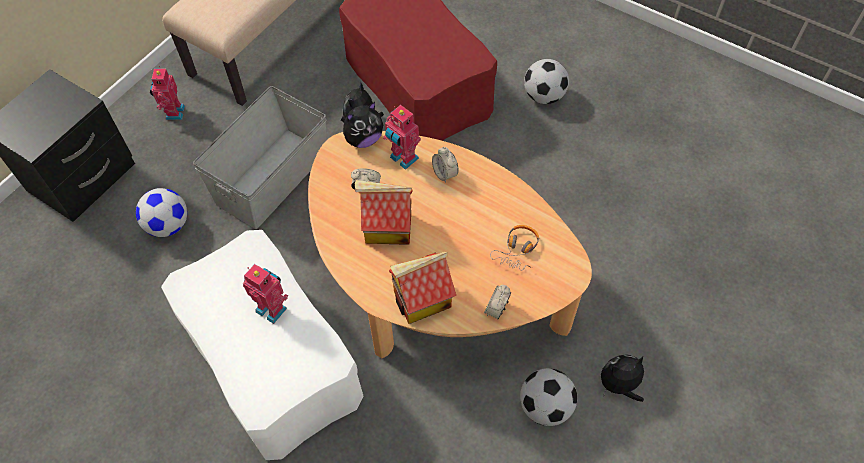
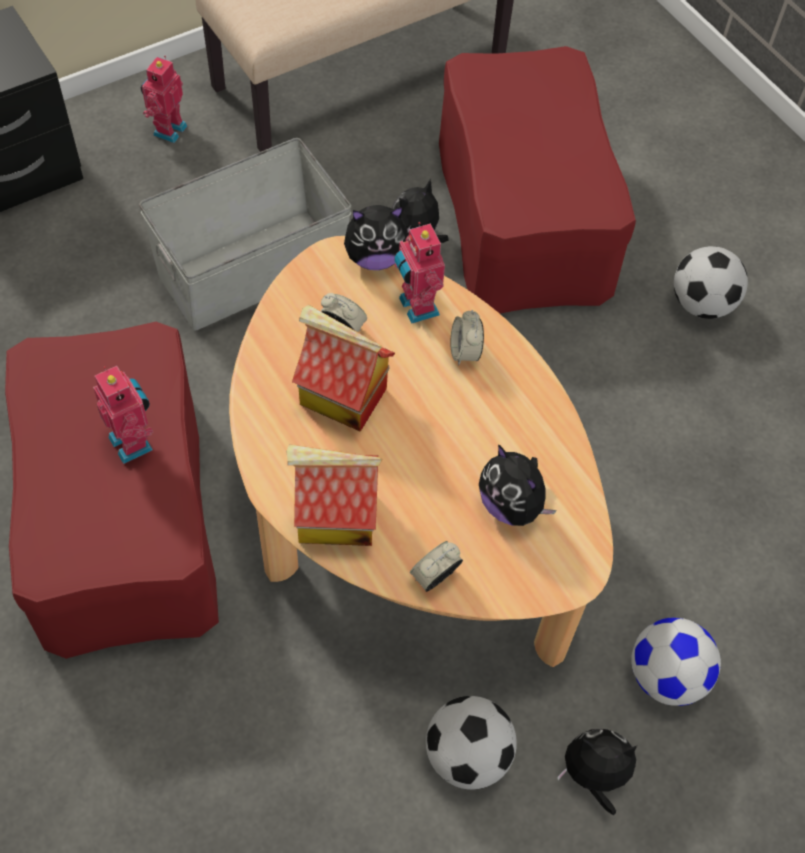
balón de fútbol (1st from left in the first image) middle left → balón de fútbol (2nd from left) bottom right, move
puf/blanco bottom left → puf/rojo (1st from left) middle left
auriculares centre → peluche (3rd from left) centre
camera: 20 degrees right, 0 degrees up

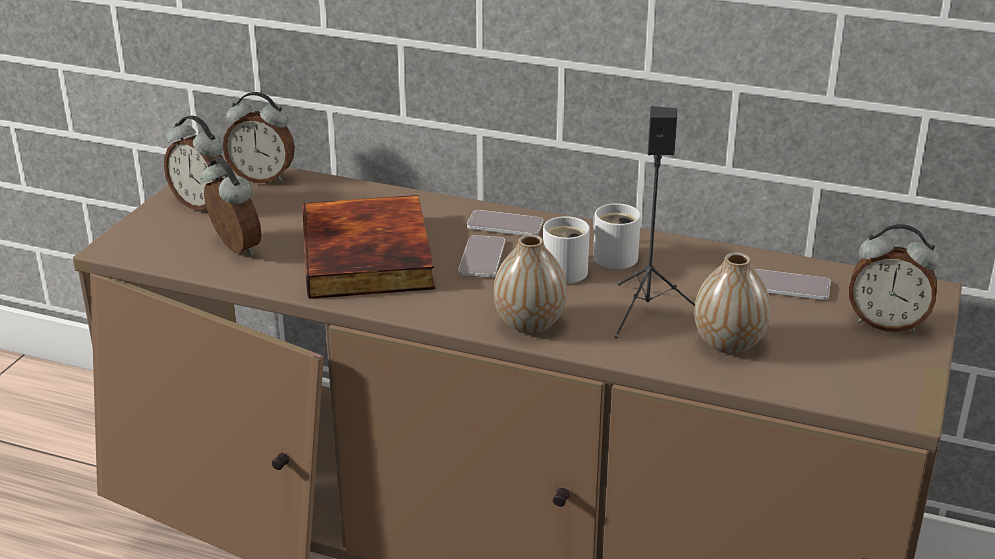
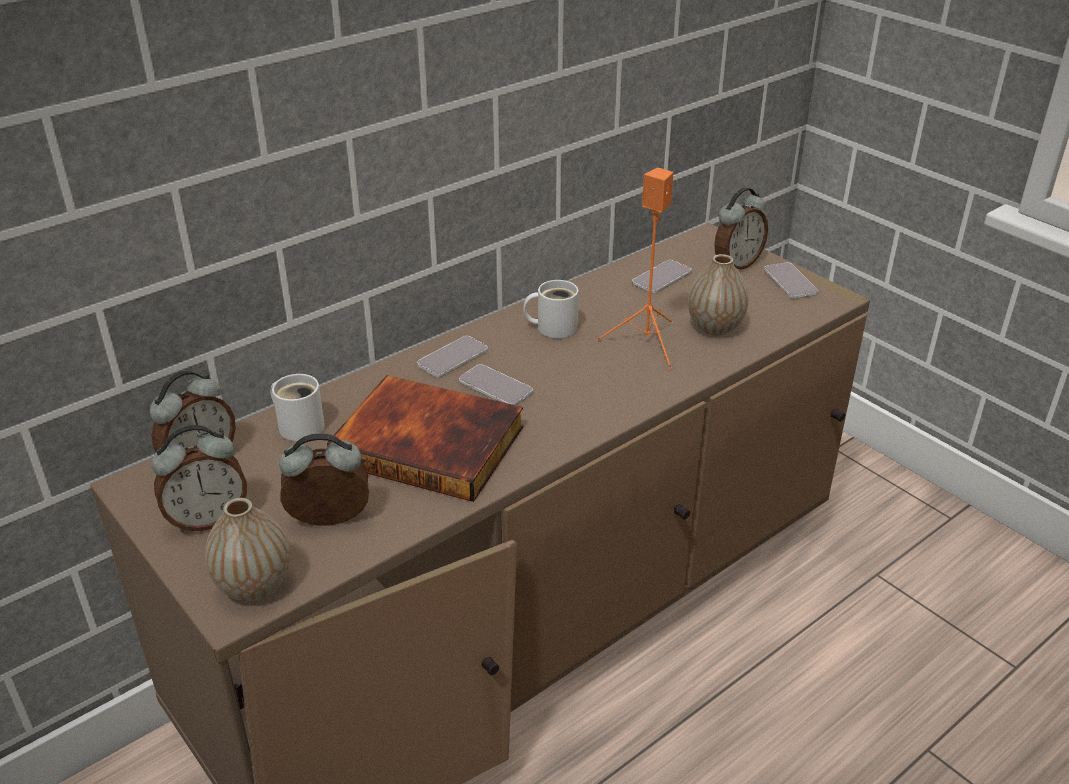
florero (1st from left) centre → florero (1st from left) bottom left, move
taza grande/blanco (1st from left) centre → taza grande/blanco (1st from left) middle left, move
altavoz/negro centre → altavoz/naranja centre
- → móvil (4th from left) middle right
camera: 60 degrees left, 5 degrees up

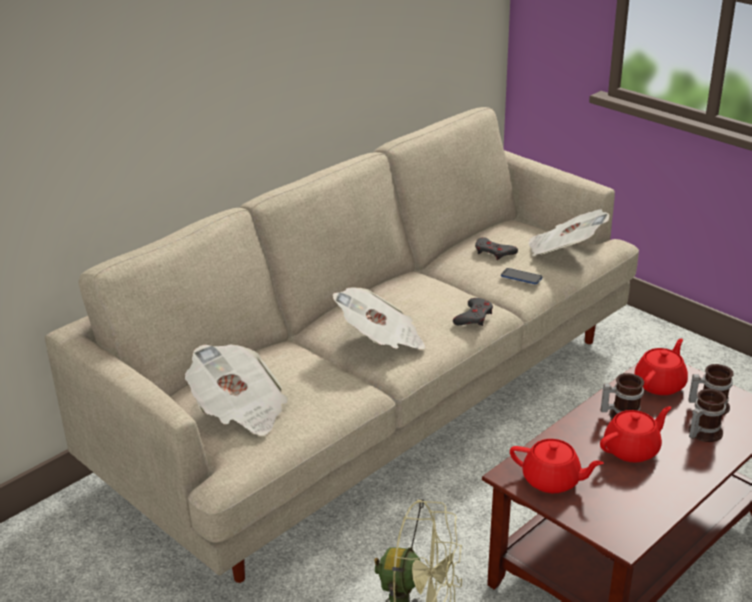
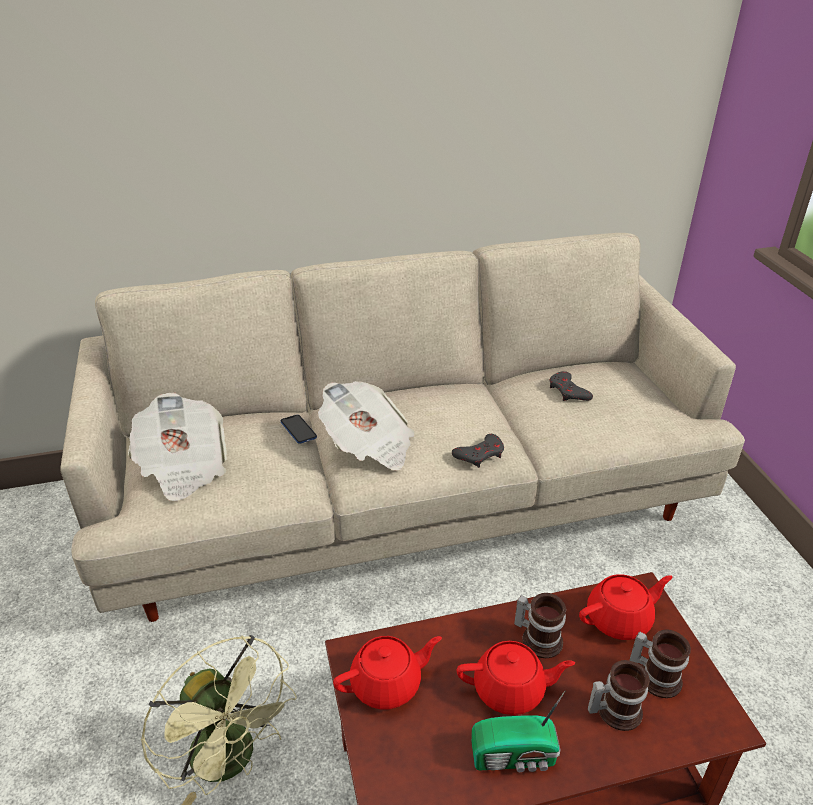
móvil middle right → móvil centre, move
tetera/rojo (1st from left) bottom right → tetera/rojo (1st from left) bottom centre, 75 degrees counterclockwise
periódico (3rd from left) middle right → -
- → radio bottom centre
camera: 30 degrees right, 5 degrees up

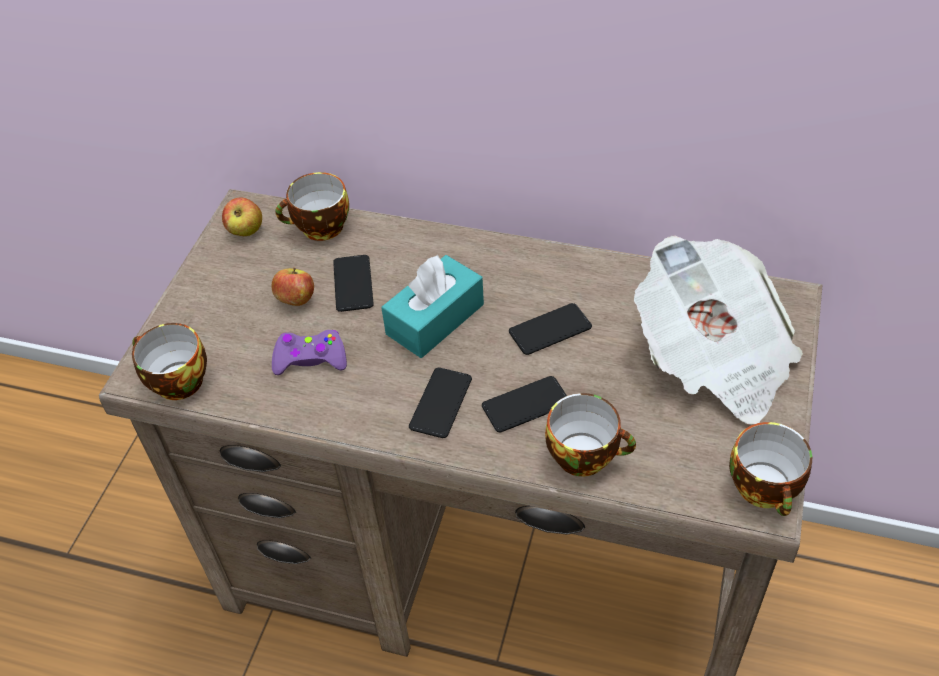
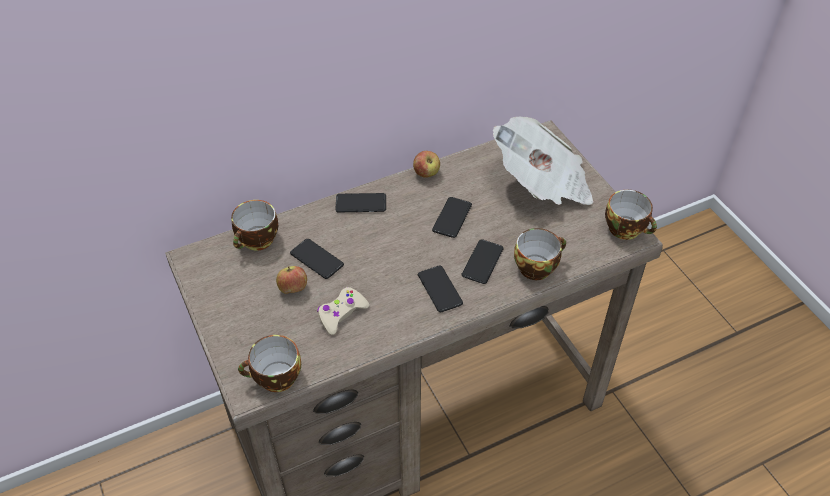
manzana (1st from left in the first image) top left → manzana (2nd from left) top centre, move
mando de consola/morado middle left → mando de consola/beis centre
caja de pañuelos/turquesa centre → -
- → móvil (2nd from left) centre
camera: 45 degrees left, 0 degrees up

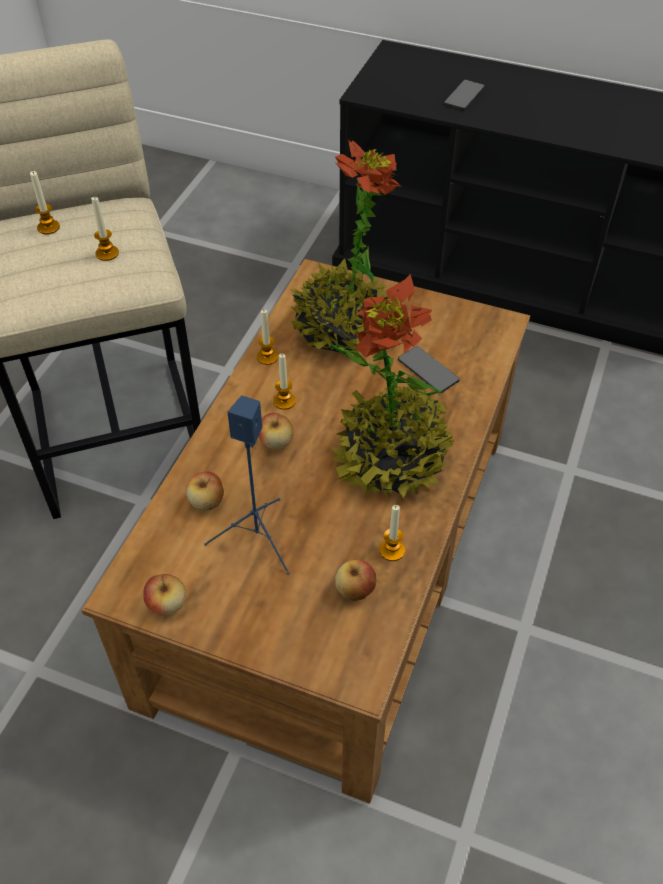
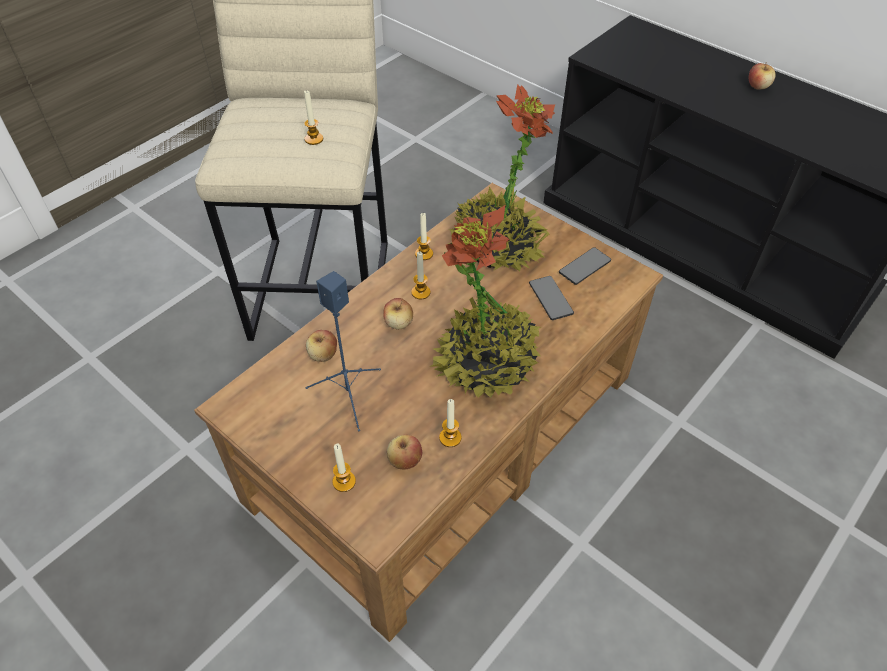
vela (1st from left in the first image) top left → vela (2nd from left) bottom centre, move
manzana (1st from left in the first image) bottom left → manzana (4th from left) top right, move
móvil (2nd from left) top right → móvil (2nd from left) centre, move
camera: 20 degrees right, 0 degrees up

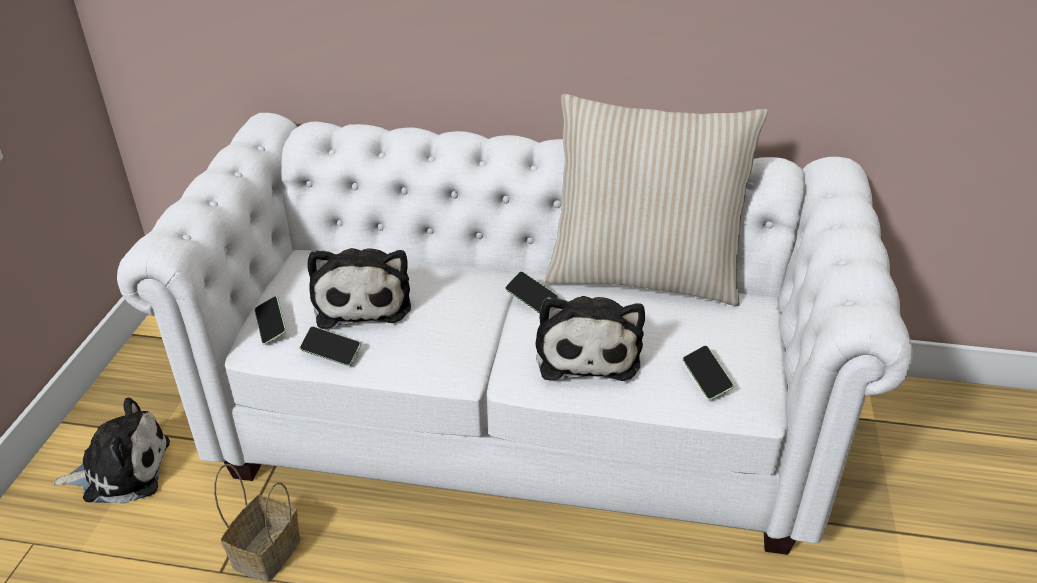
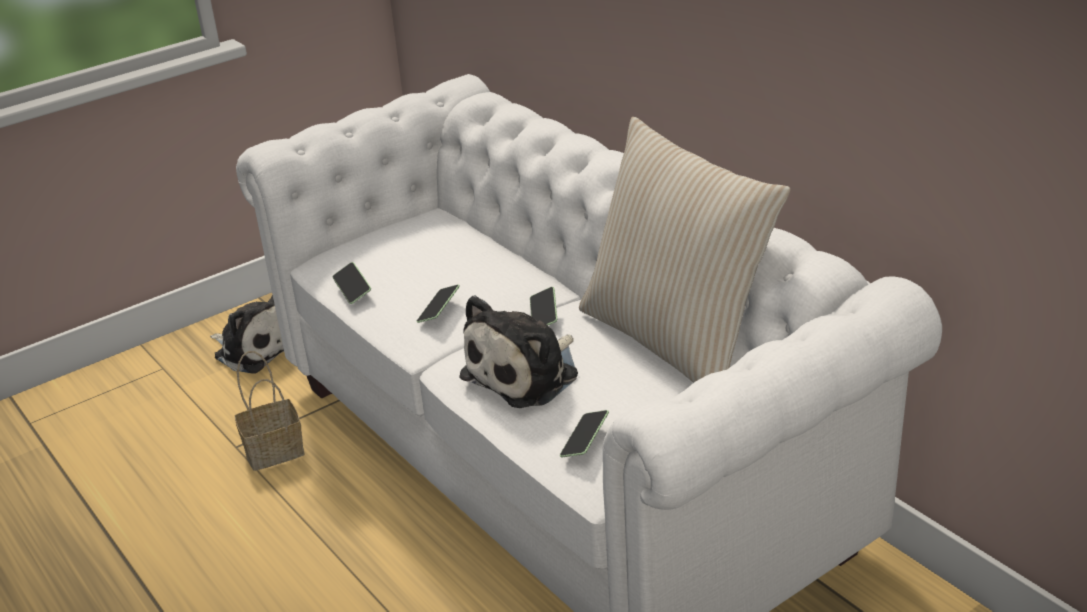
móvil (1st from left in the first image) middle left → móvil (2nd from left) centre, move
peluche (2nd from left) centre → -
camera: 45 degrees right, 5 degrees down

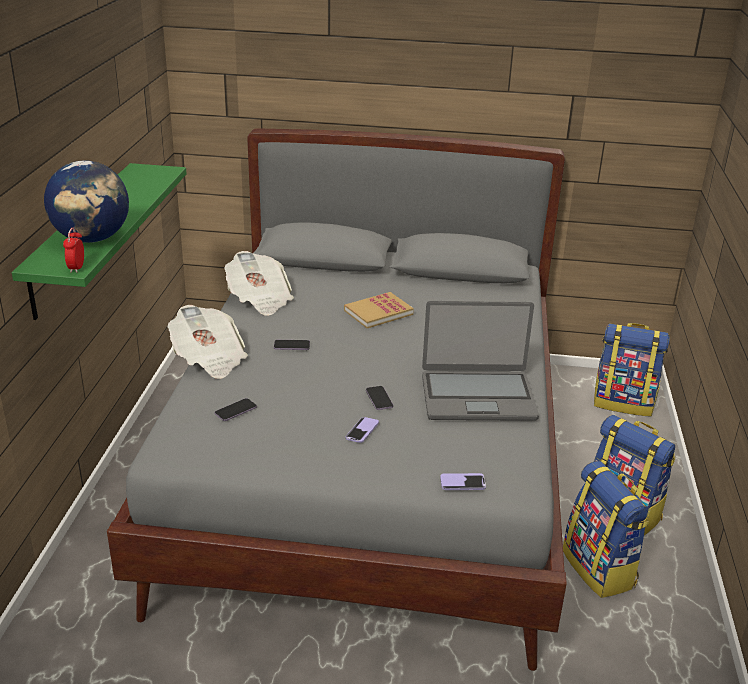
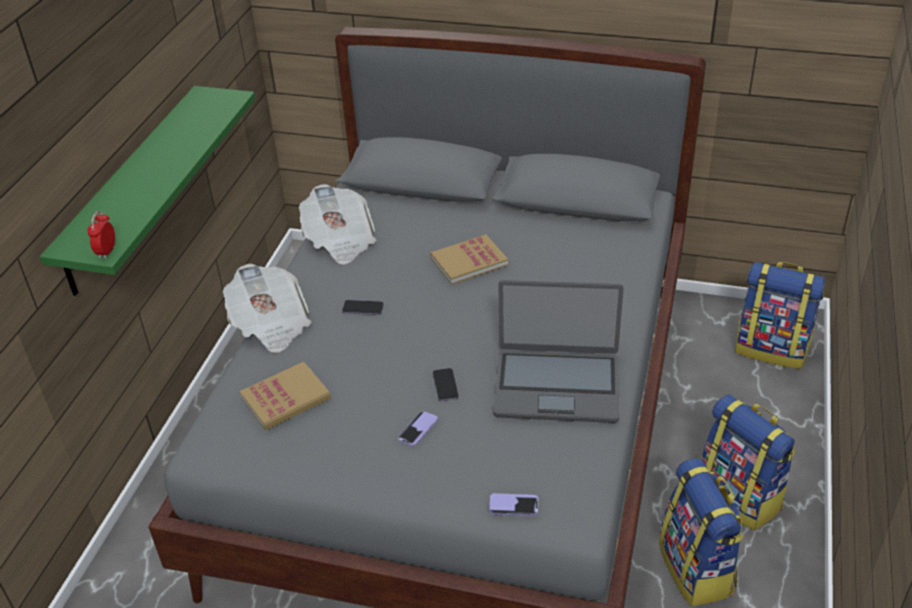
globo terráqueo top left → -
móvil (1st from left) middle left → libro (1st from left) middle left
camera: 10 degrees right, 10 degrees up

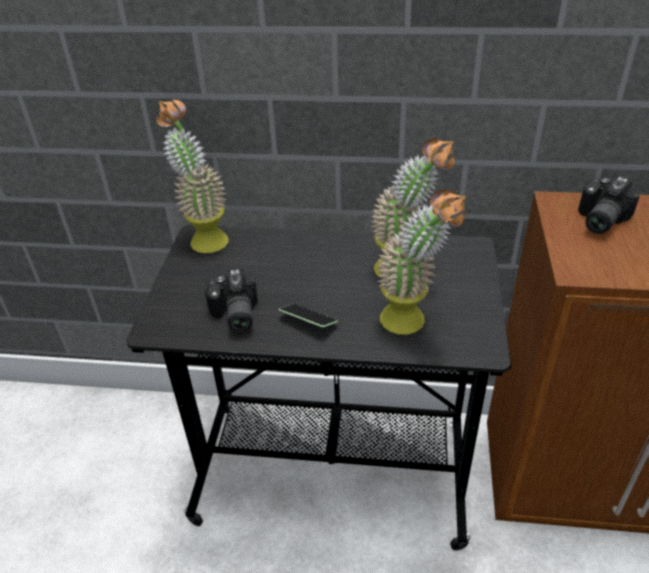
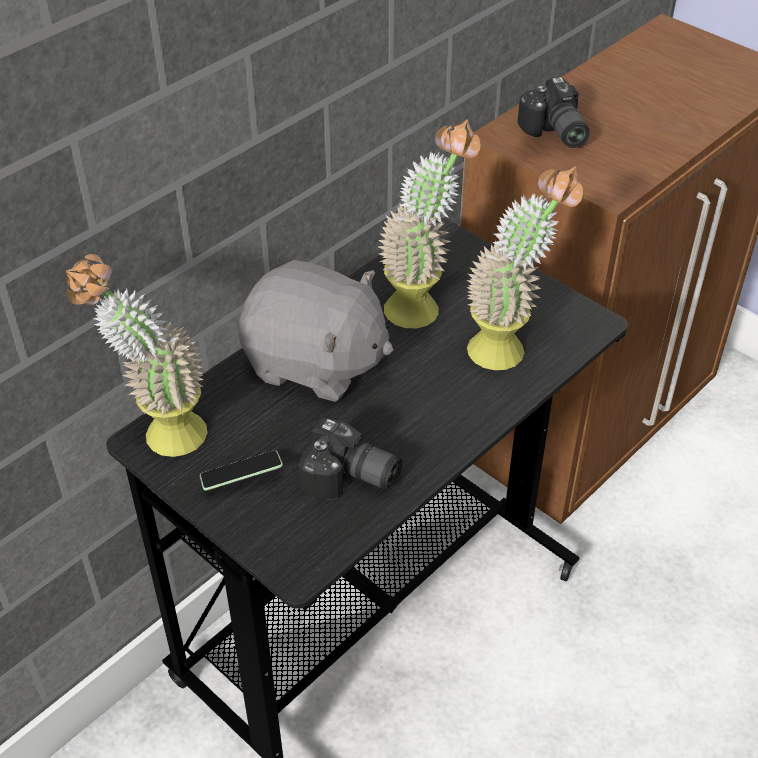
móvil centre → móvil middle left, move
- → peluche/gris centre
camera: 55 degrees left, 5 degrees up

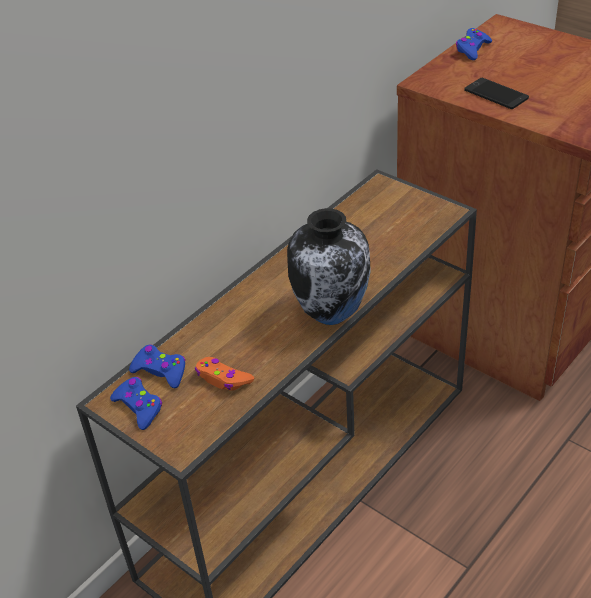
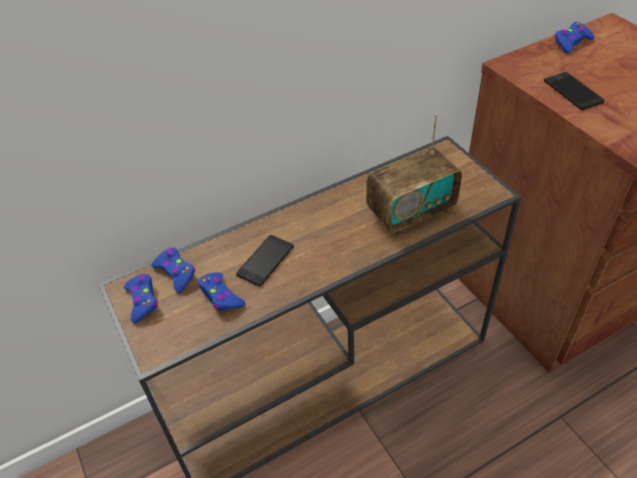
mando de consola/naranja centre → mando de consola/azul (3rd from left) centre
florero centre → -
- → móvil (1st from left) centre
- → radio centre
camera: 20 degrees right, 5 degrees up

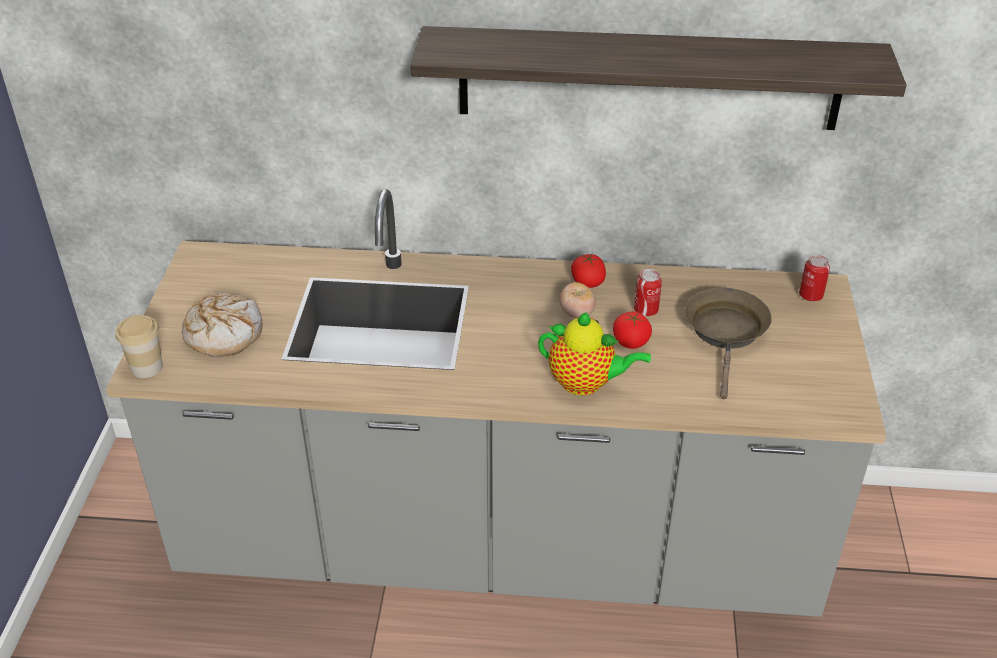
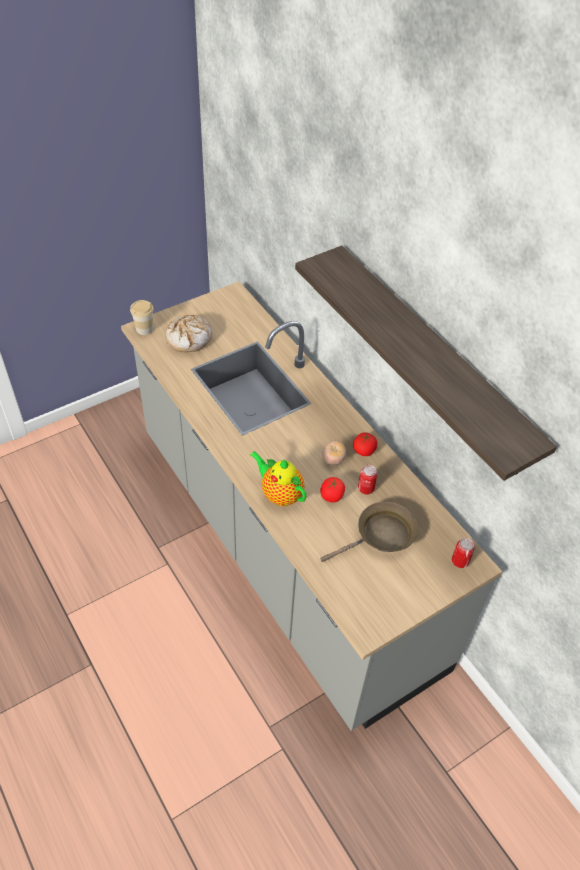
tetera centre, 150 degrees clockwise
camera: 50 degrees right, 10 degrees up

